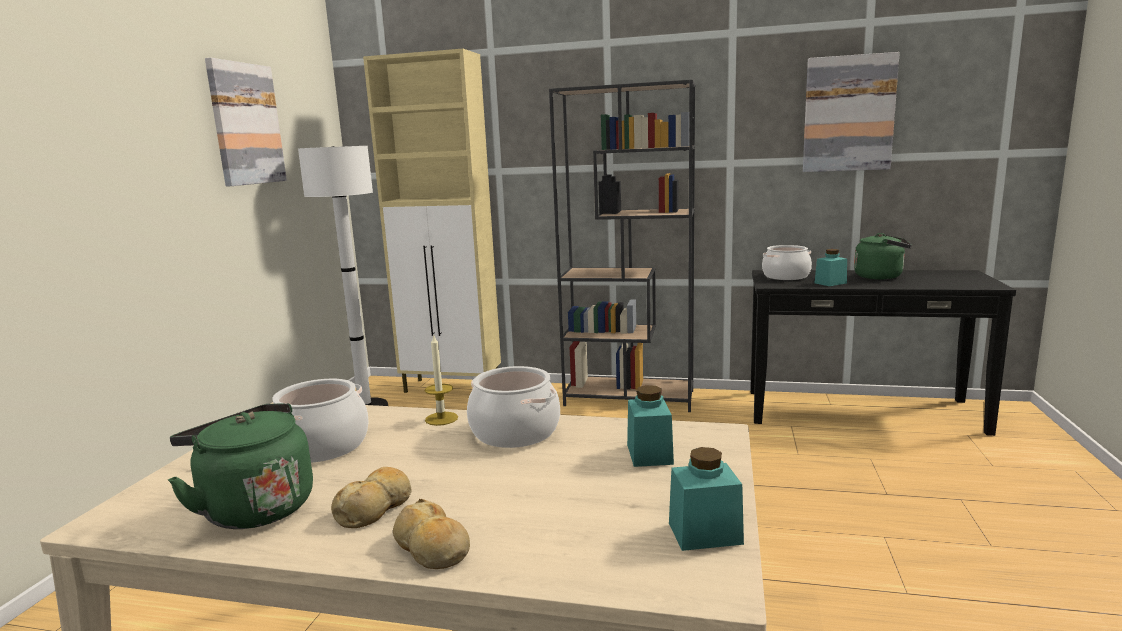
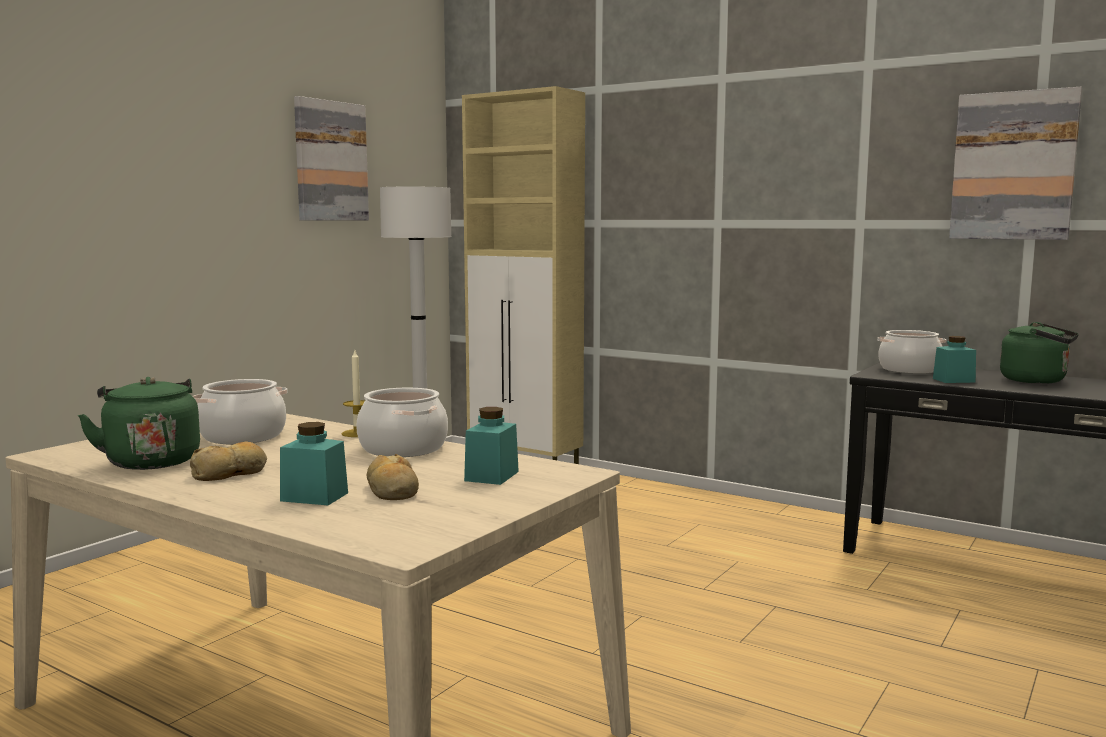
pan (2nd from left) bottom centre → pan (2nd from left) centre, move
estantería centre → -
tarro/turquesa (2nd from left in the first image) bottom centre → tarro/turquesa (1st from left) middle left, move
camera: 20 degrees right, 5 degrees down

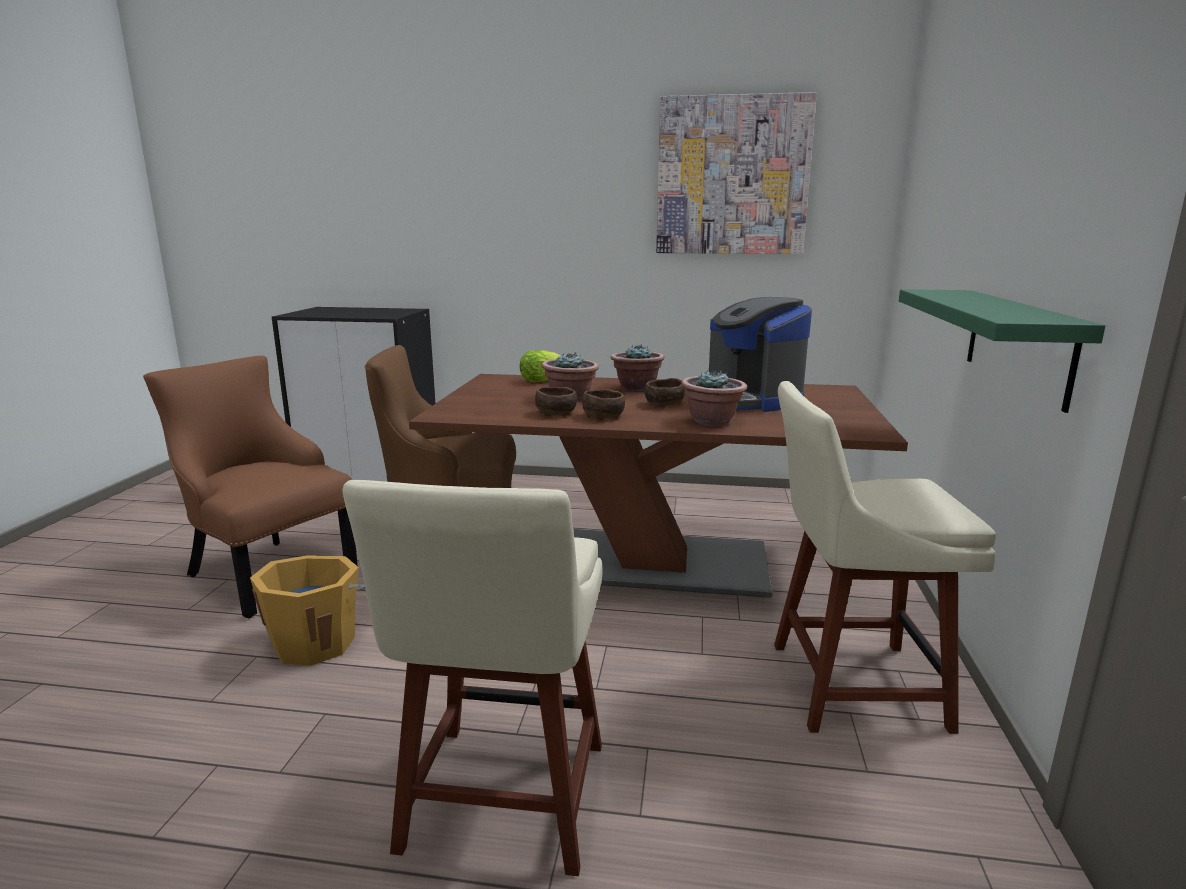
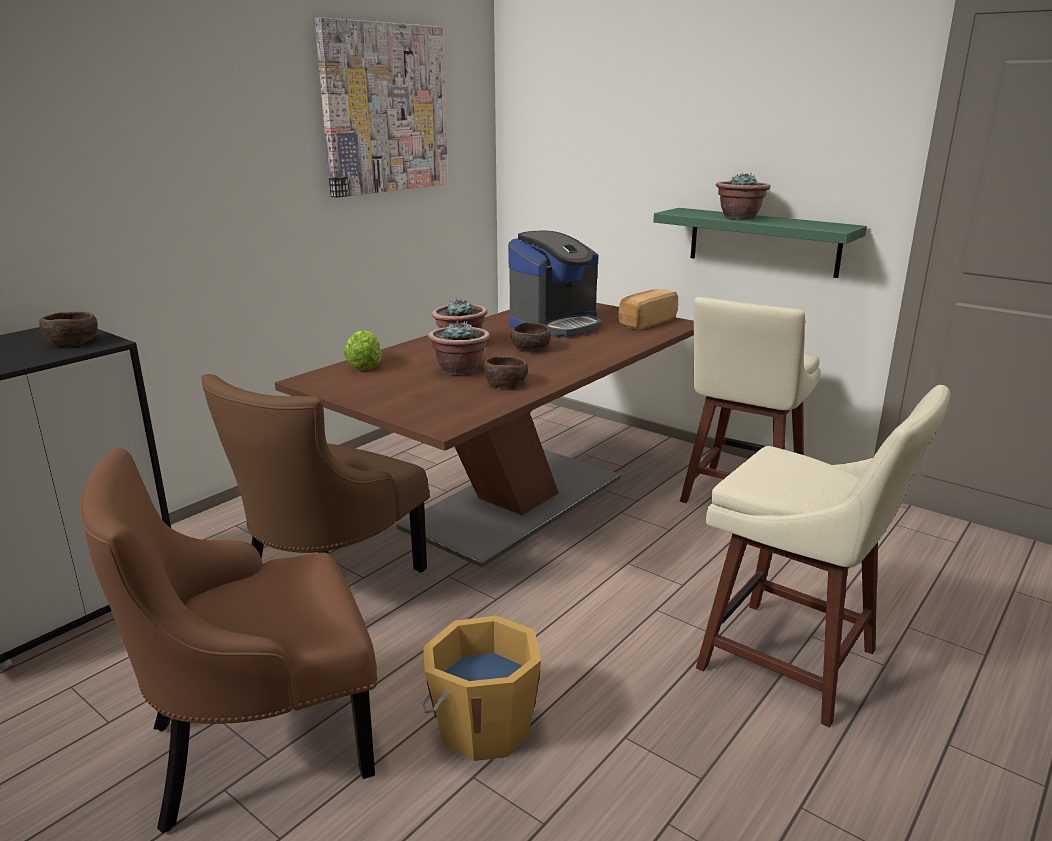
cuenco/marrón (2nd from left in the first image) centre → cuenco/marrón (1st from left) middle left, move
planta en maceta (3rd from left) centre → planta en maceta (3rd from left) top right, move
cafetera centre, 45 degrees counterclockwise
- → pan centre
camera: 60 degrees left, 5 degrees up

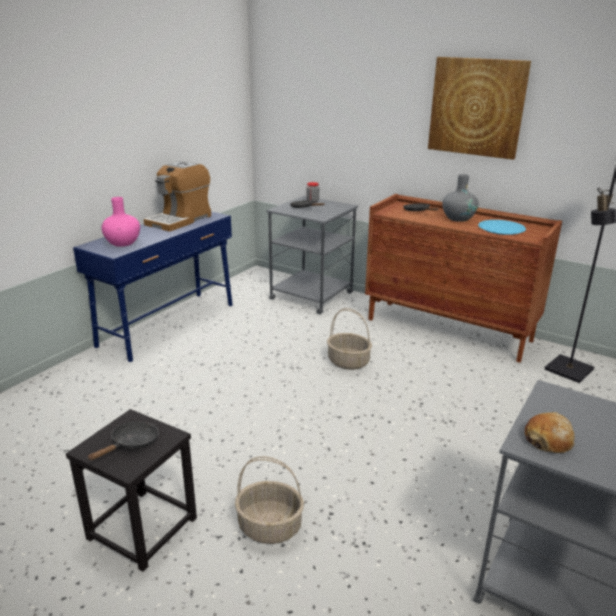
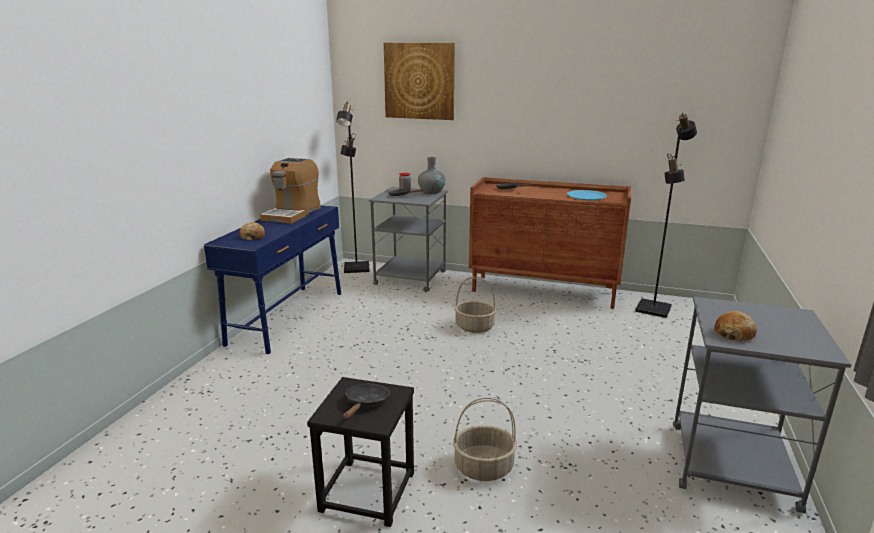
florero/rosa middle left → pan (1st from left) middle left
cuadro top right → cuadro top centre, move
florero/gris top right → florero/gris top centre, move
- → lámpara de pie/negro (1st from left) centre
camera: 15 degrees left, 5 degrees down

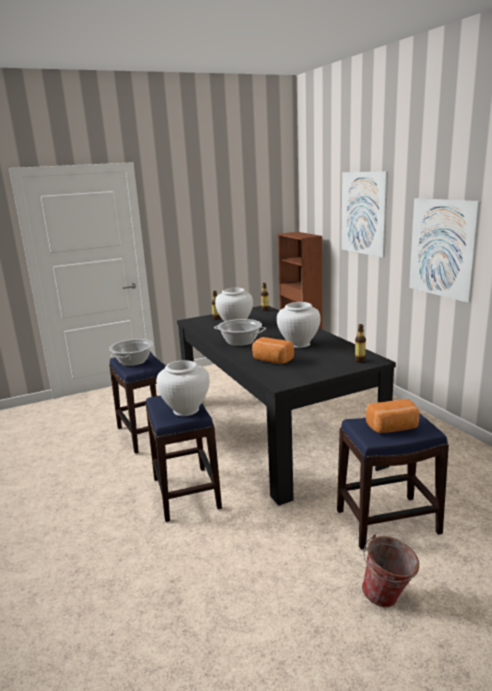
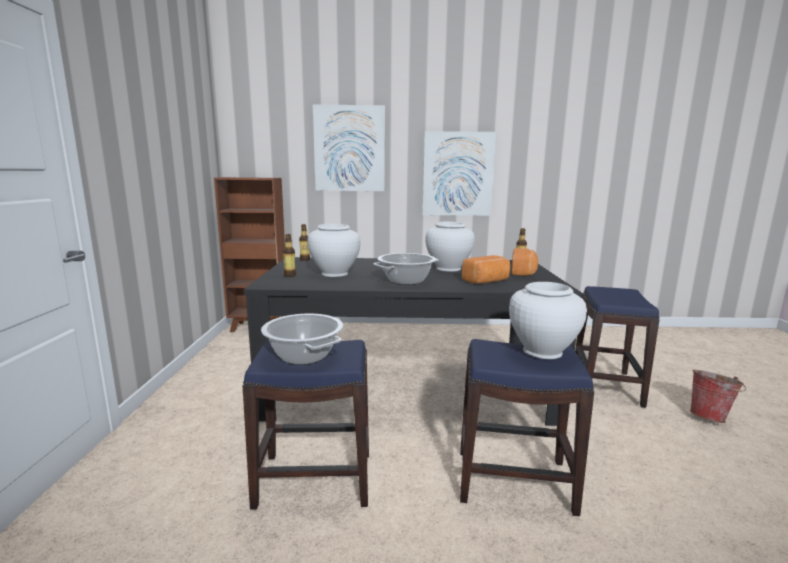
pan (2nd from left) middle right → pan (2nd from left) centre, move
camera: 65 degrees left, 5 degrees down

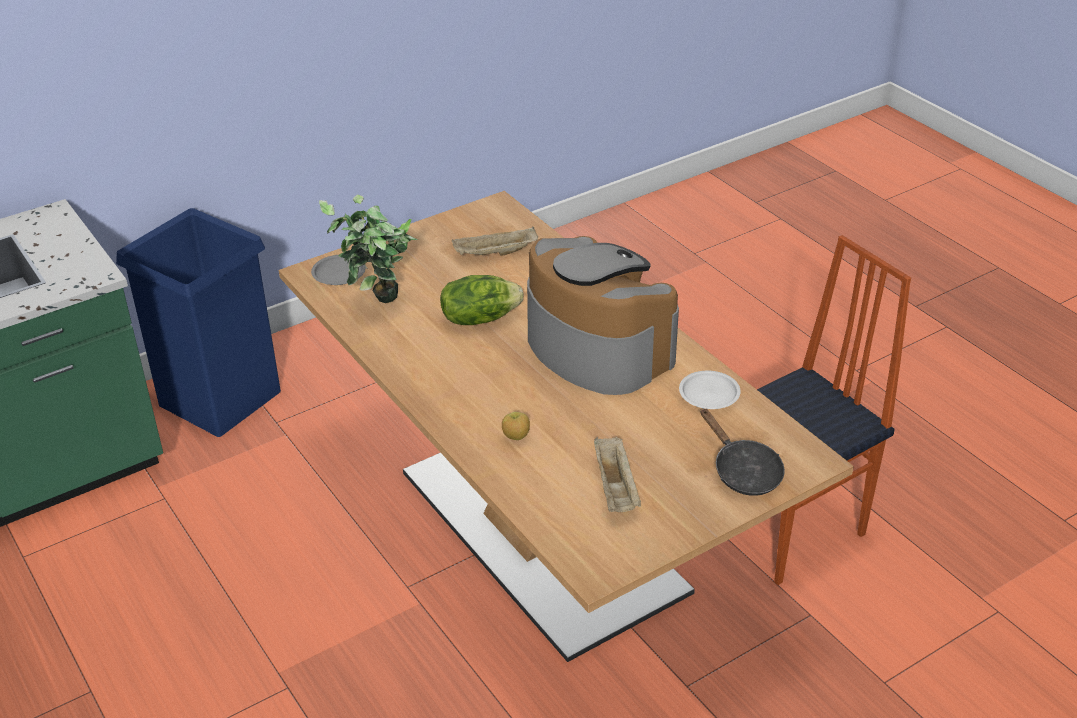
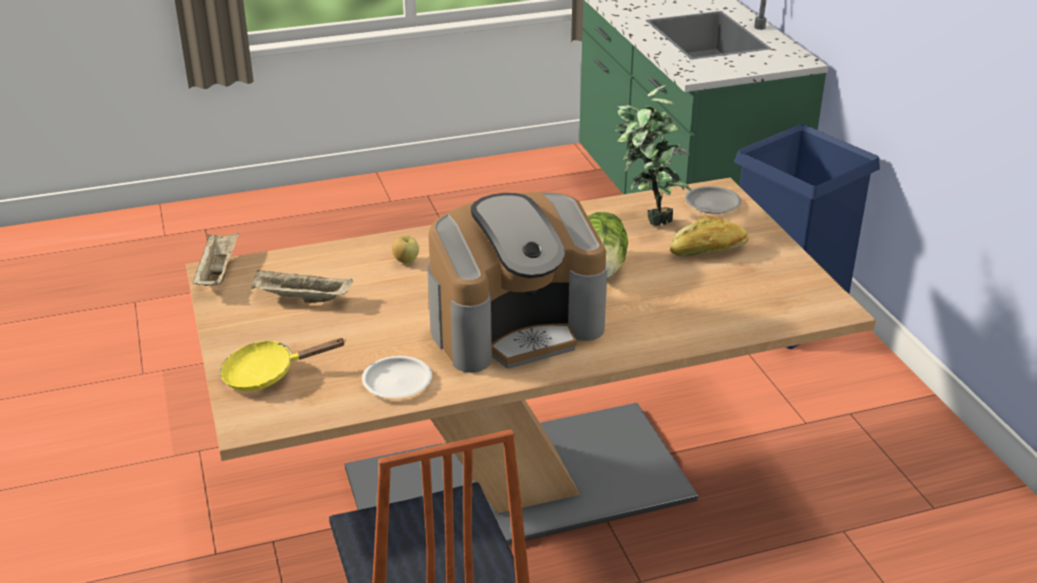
bandeja/beis (1st from left) centre → bandeja/beis (1st from left) middle left, move
sartén/negro middle right → sartén/amarillo middle left
- → pan middle right
camera: 105 degrees right, 5 degrees down

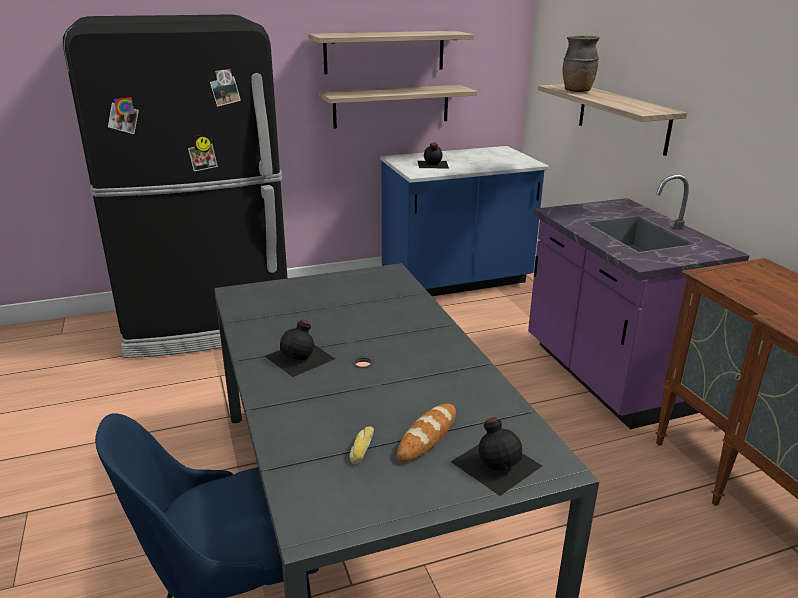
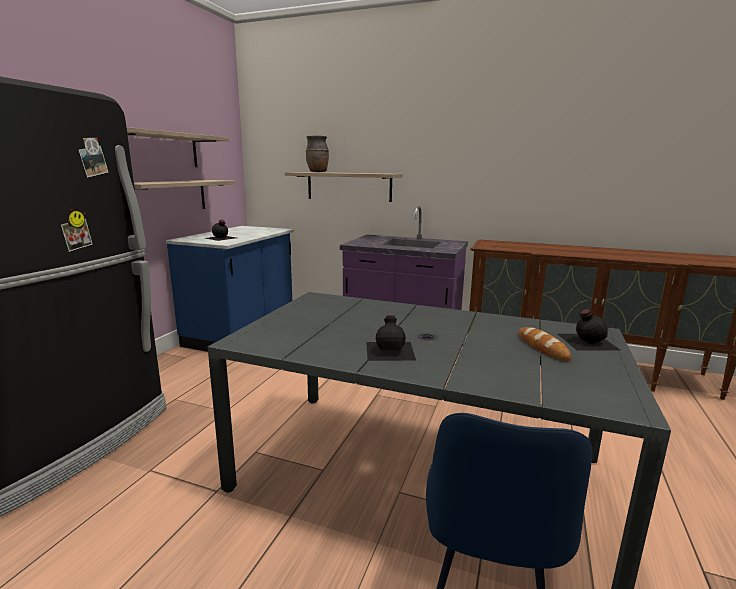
pan (1st from left) bottom centre → -
camera: 50 degrees left, 10 degrees down

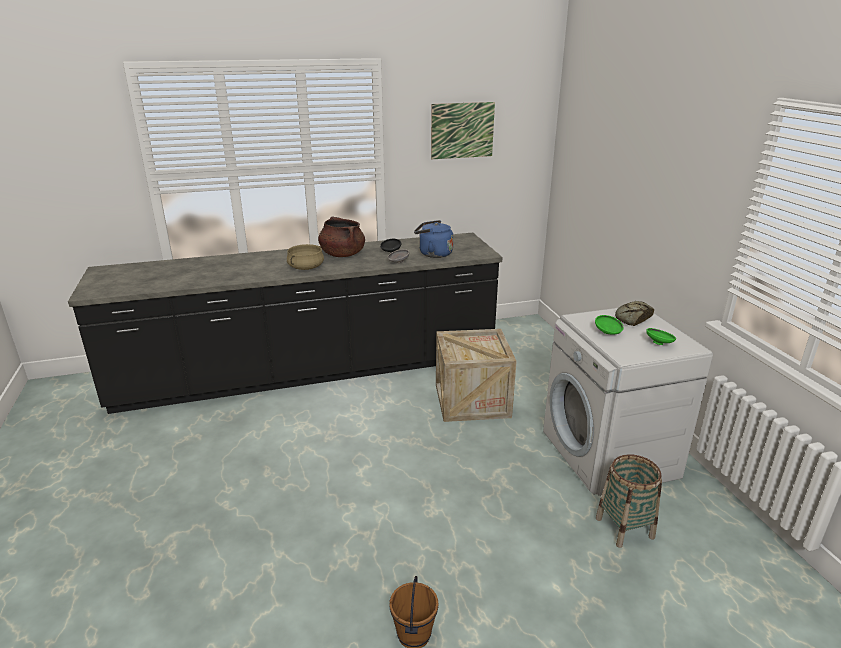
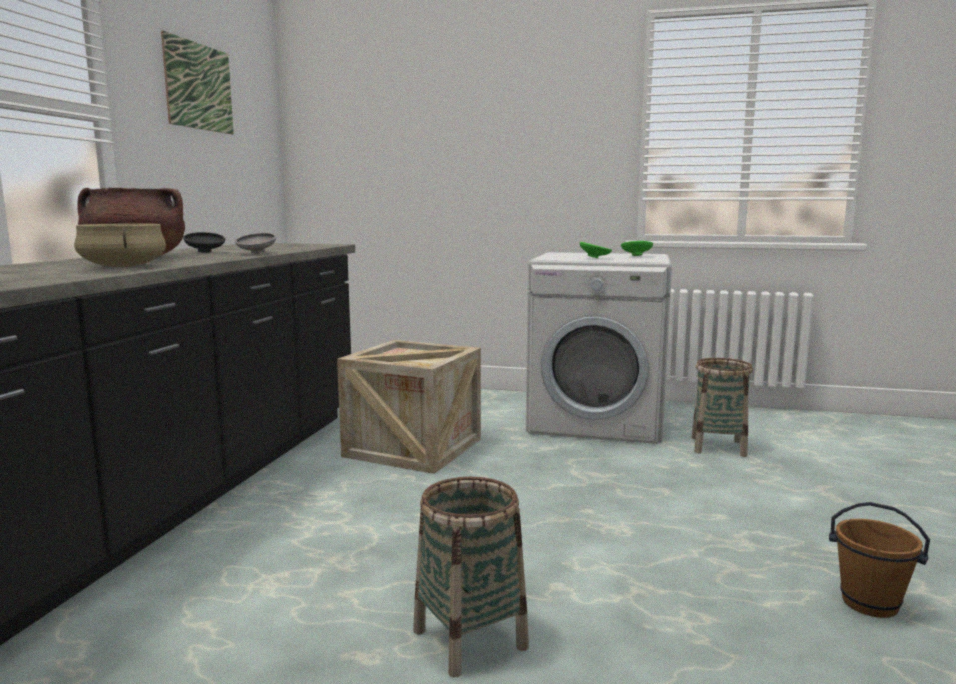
hervidor/azul centre → -
pan middle right → -
- → cesta (1st from left) bottom centre
camera: 60 degrees left, 15 degrees down

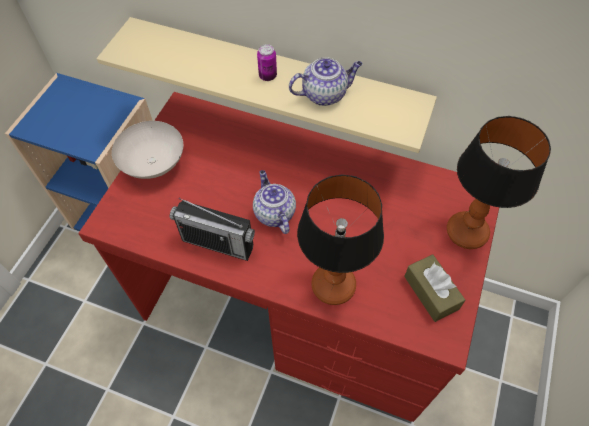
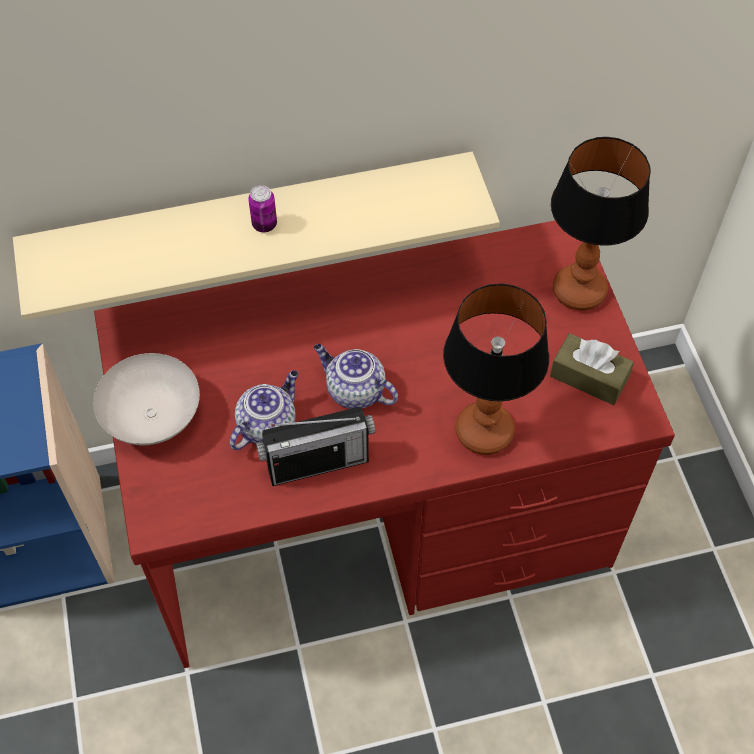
tetera (2nd from left in the first image) top centre → tetera (1st from left) centre, move
camera: 35 degrees left, 0 degrees up

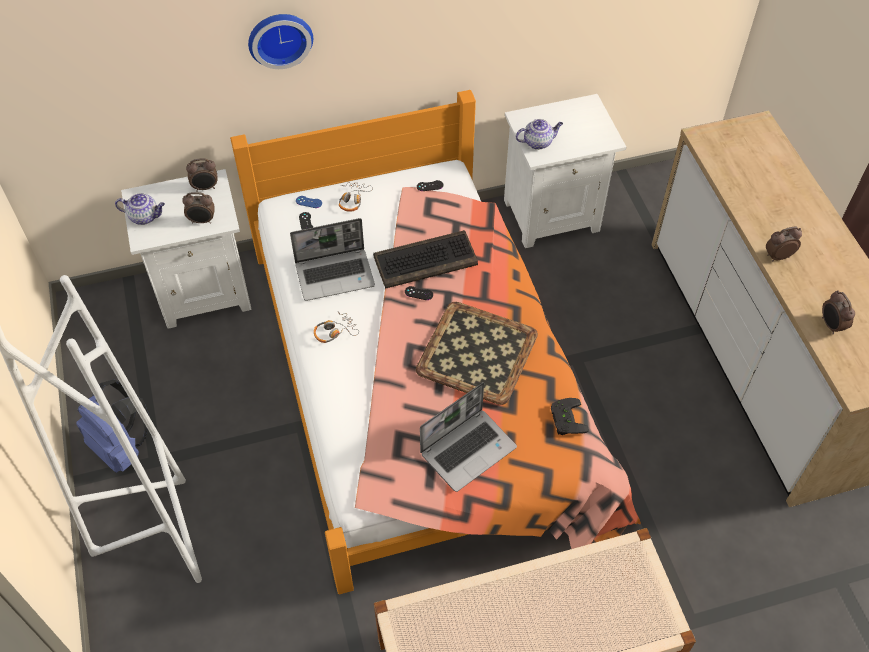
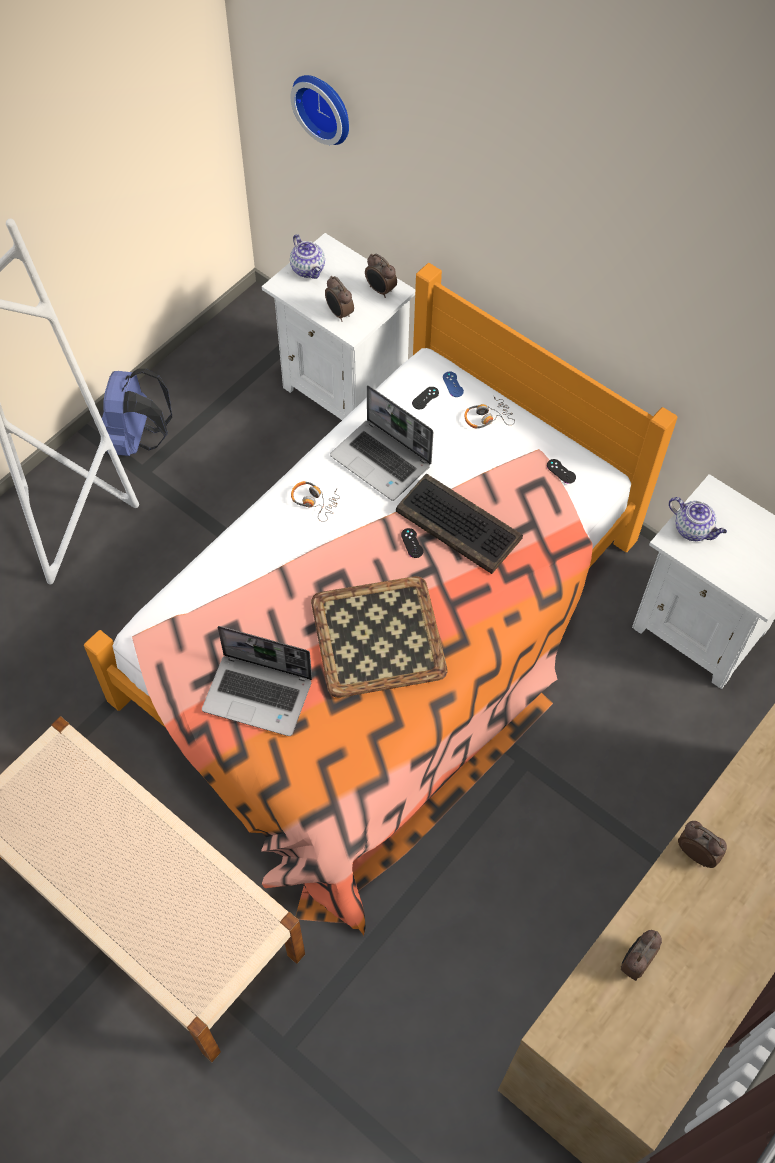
reloj de pared top left → reloj de pared top centre, move
mando de consola/negro (4th from left) centre → -
camera: 55 degrees right, 5 degrees up

